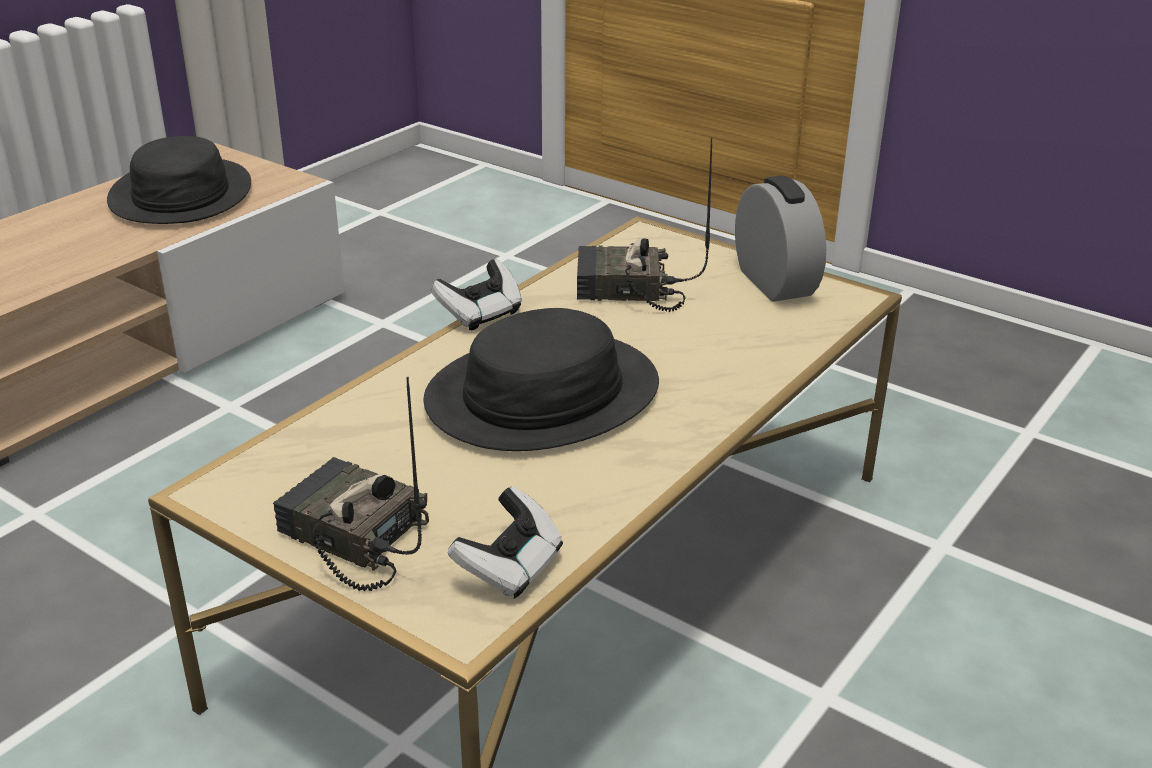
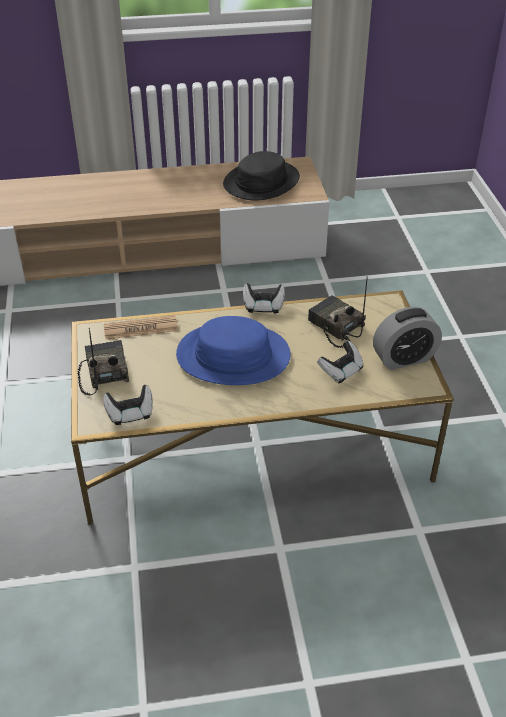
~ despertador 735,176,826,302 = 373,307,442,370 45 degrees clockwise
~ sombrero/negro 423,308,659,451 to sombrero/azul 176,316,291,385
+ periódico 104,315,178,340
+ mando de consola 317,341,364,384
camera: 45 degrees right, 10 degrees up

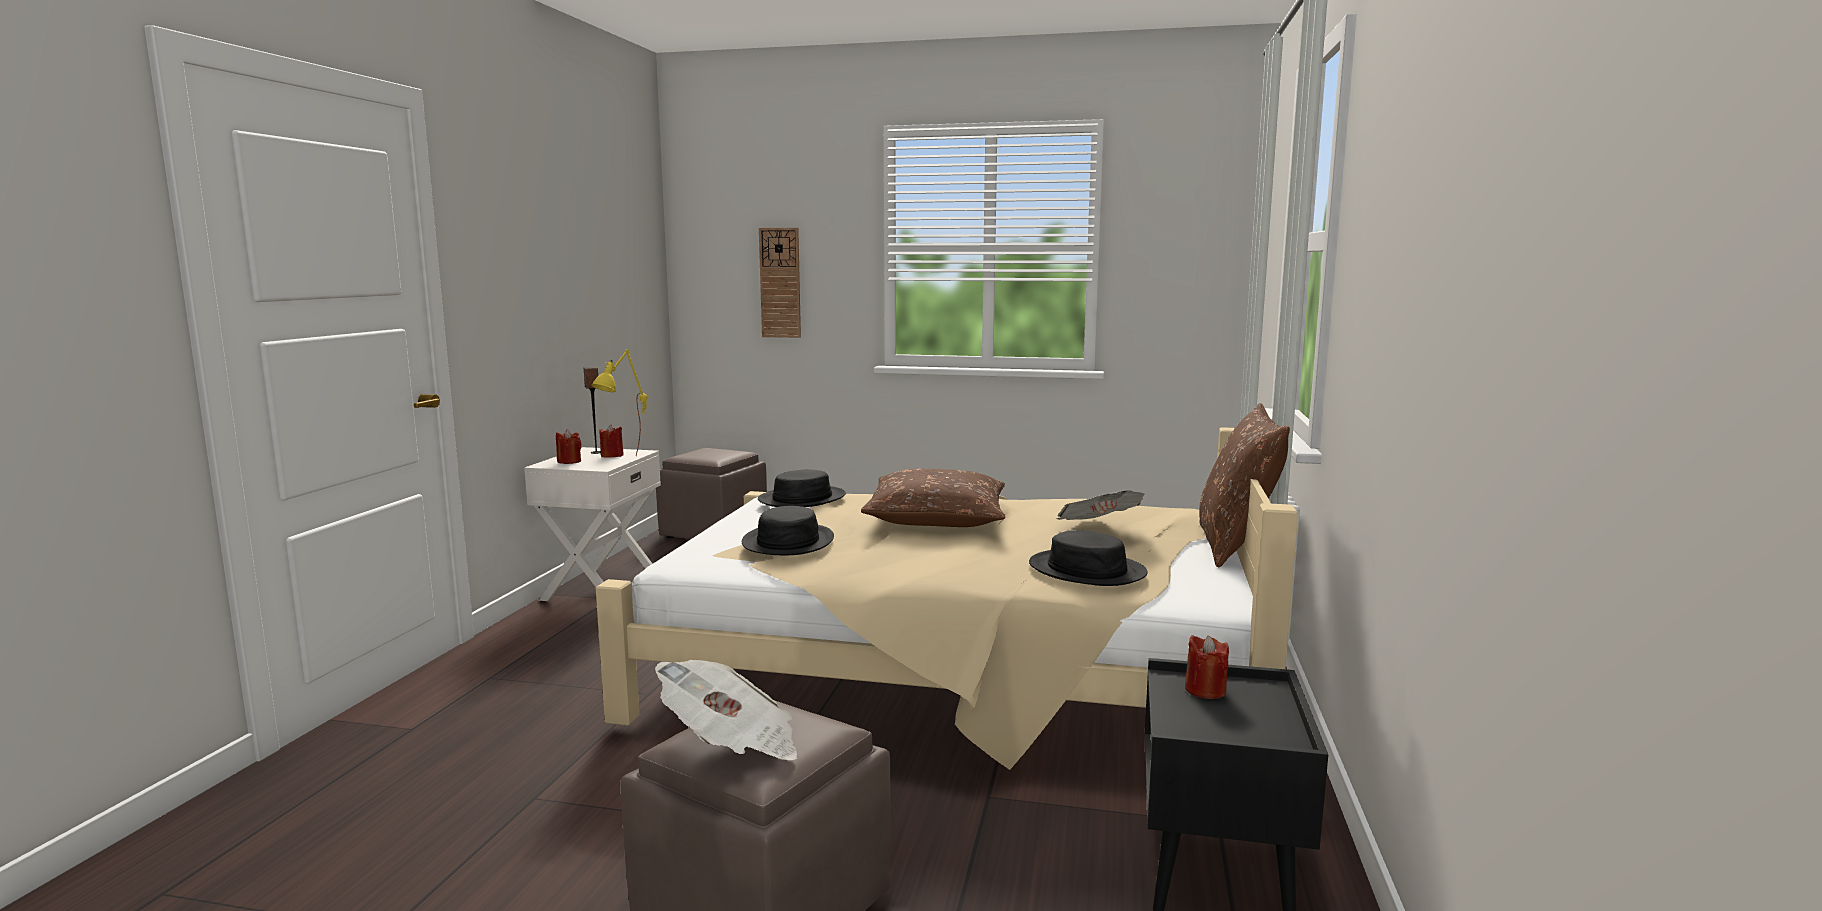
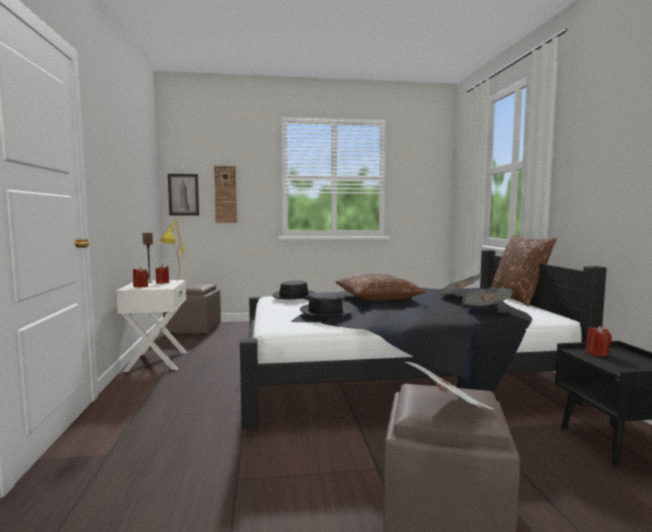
~ cama/beis 596,427,1298,770 to cama/negro 240,250,607,429
~ sombrero/negro 1029,530,1148,586 to periódico 462,286,512,306
+ cuadro 168,174,199,215
camera: 20 degrees left, 5 degrees down

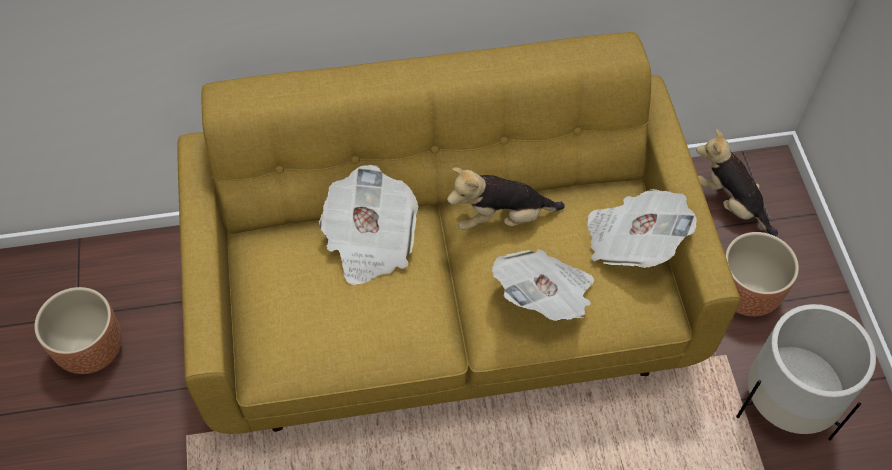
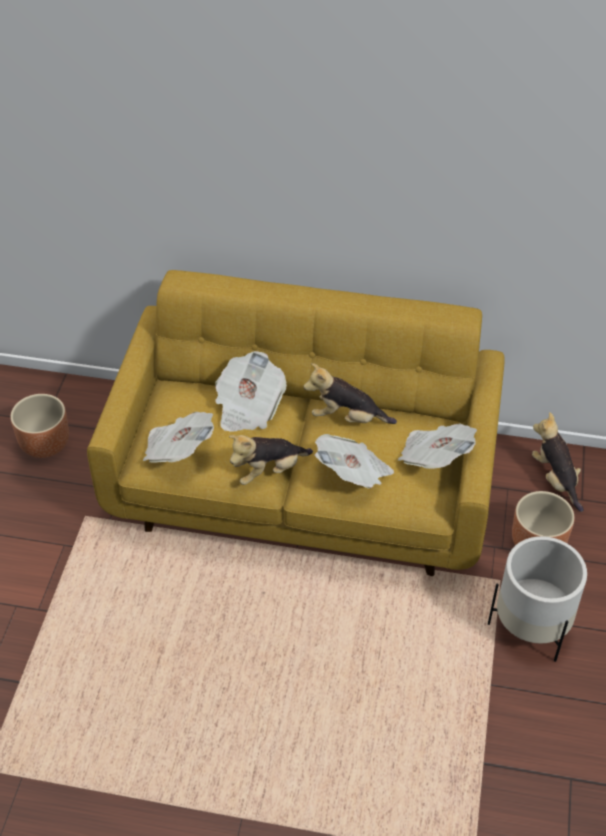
+ periódico 143,412,214,463
+ peluche 229,435,313,485
camera: 20 degrees right, 10 degrees down

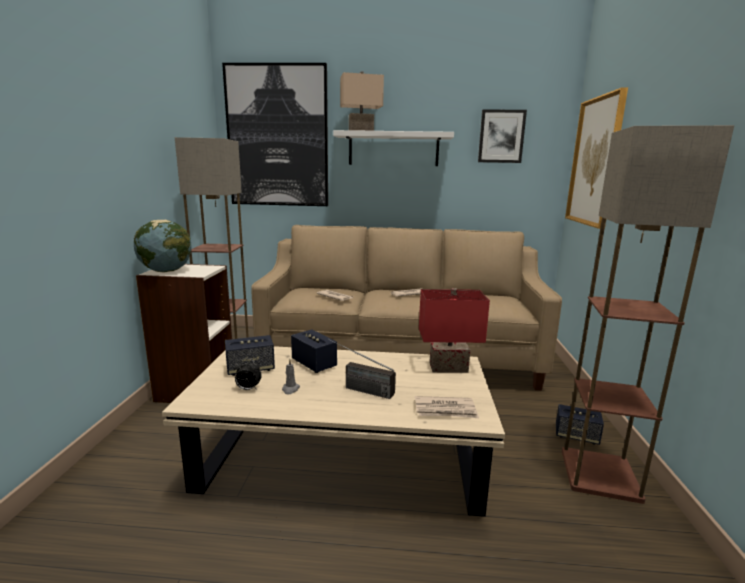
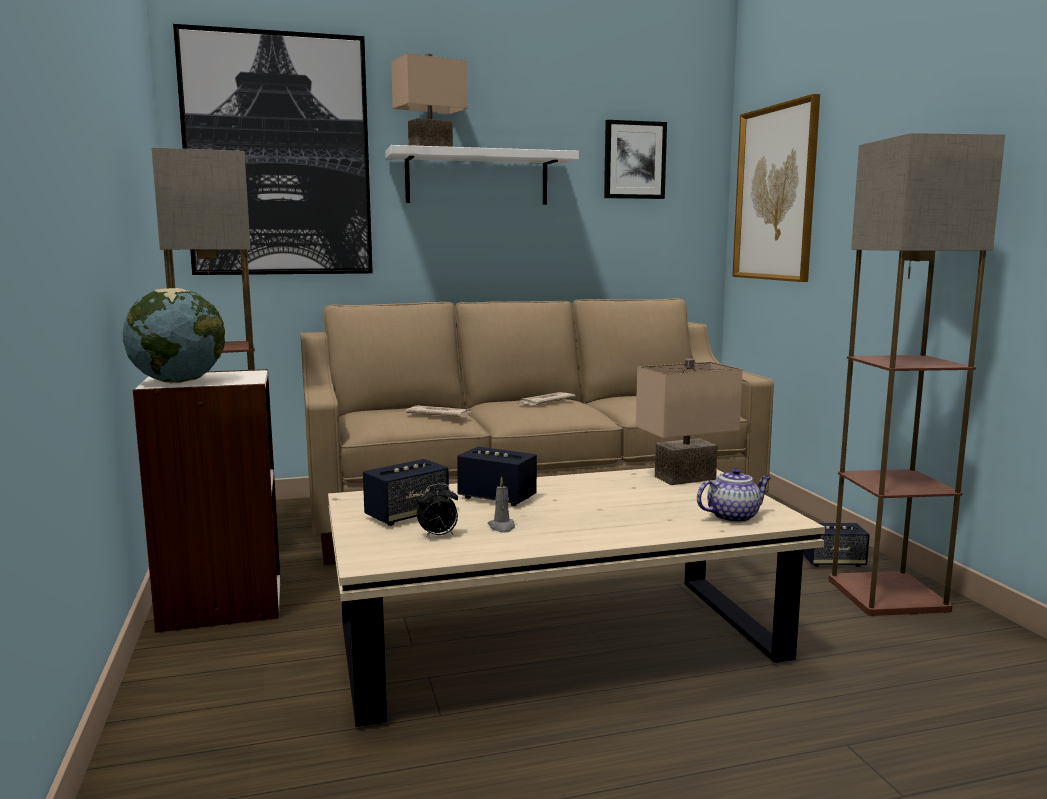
~ lámpara de mesa/rojo 419,288,490,373 to lámpara de mesa/beis 636,359,743,485
- radio 328,339,396,399
~ periódico 415,396,479,418 to tetera 697,468,771,523
camera: 20 degrees left, 5 degrees down

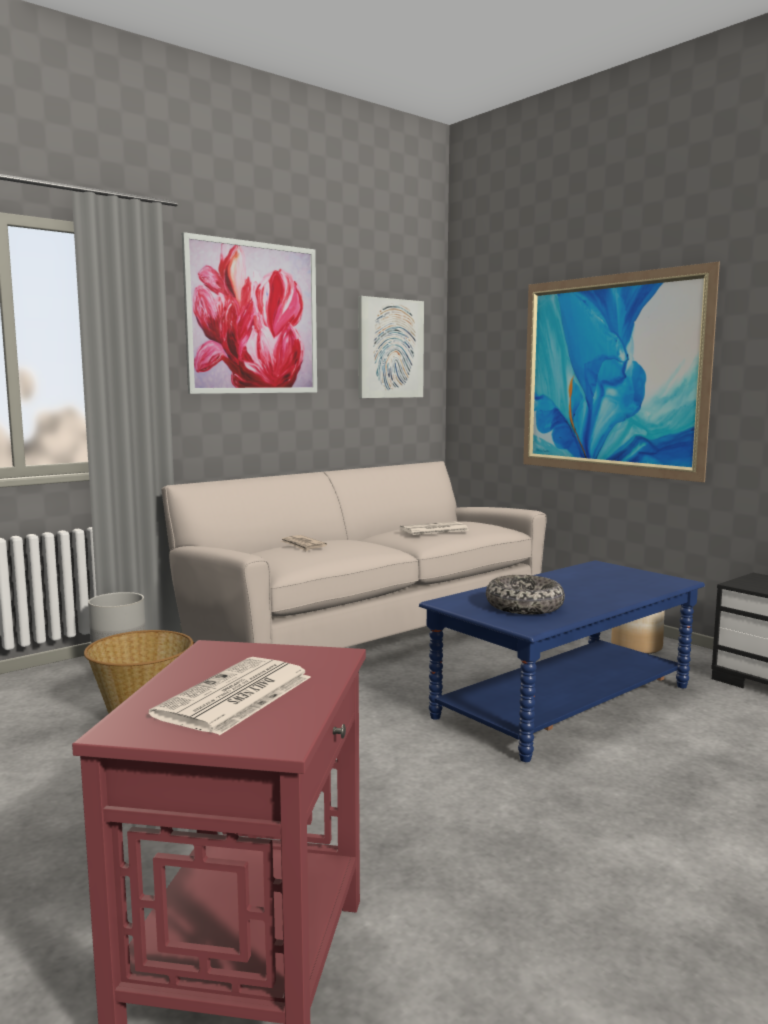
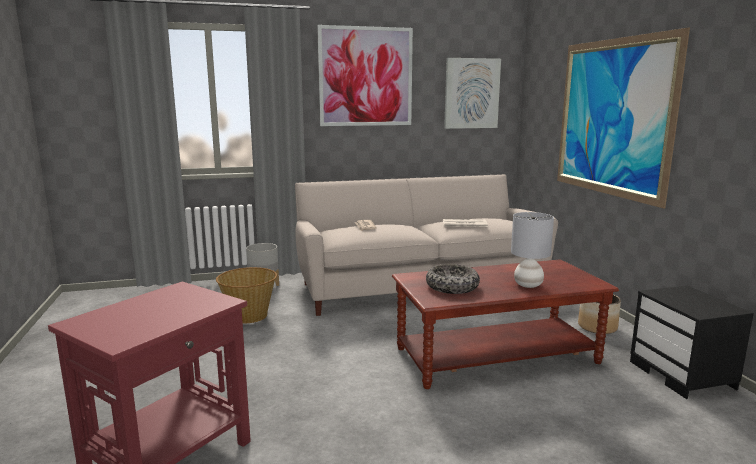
~ mesa de centro/azul 419,560,705,762 to mesa de centro/marrón 392,259,619,389
- periódico 149,657,311,735
+ lámpara de mesa/gris 511,212,554,288
camera: 25 degrees right, 5 degrees up

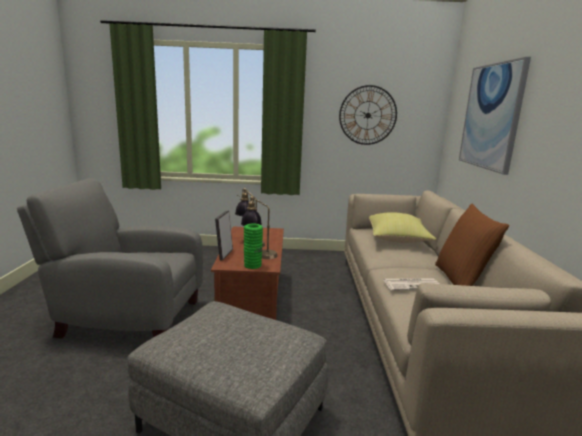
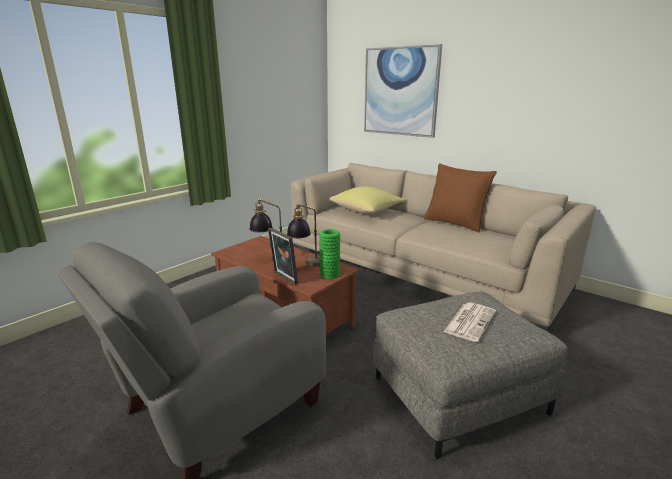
- reloj de pared 339,85,397,145
~ periódico 383,278,440,291 to 443,303,496,342
camera: 50 degrees left, 5 degrees up

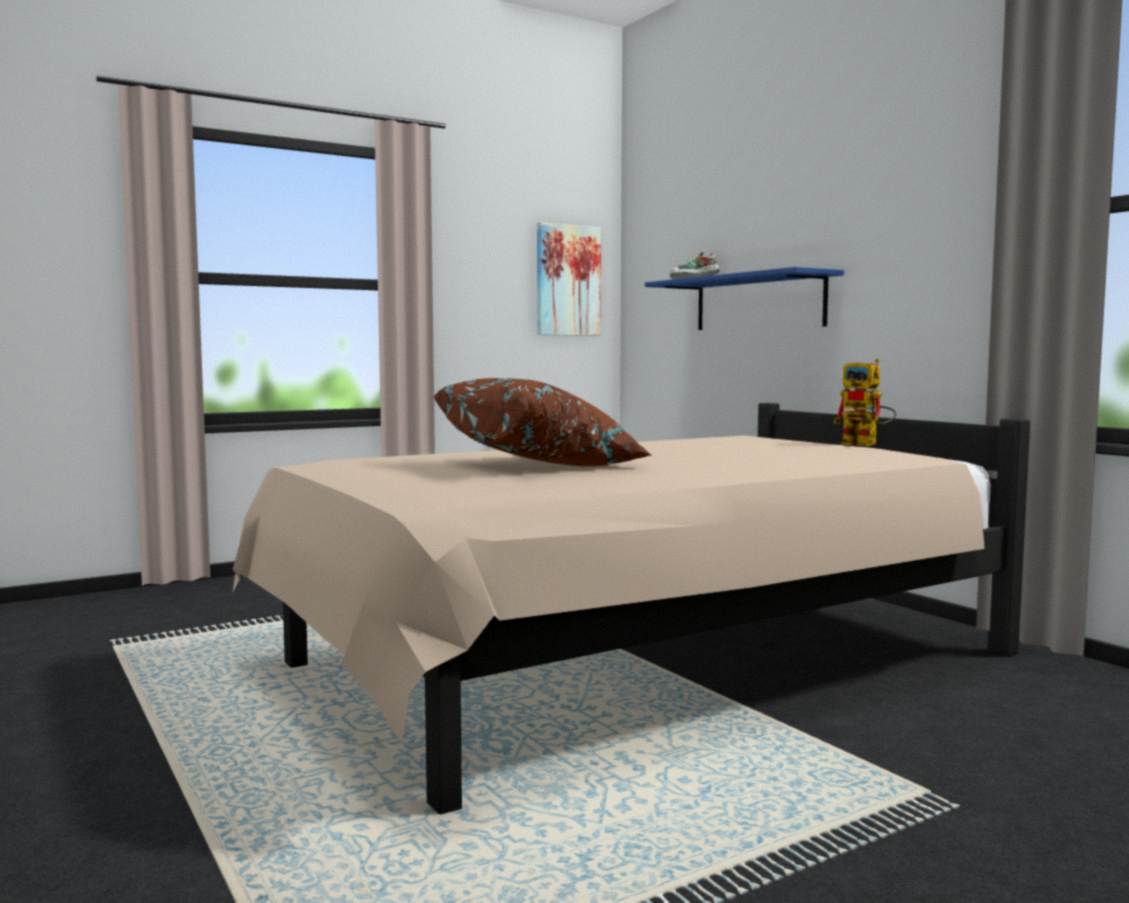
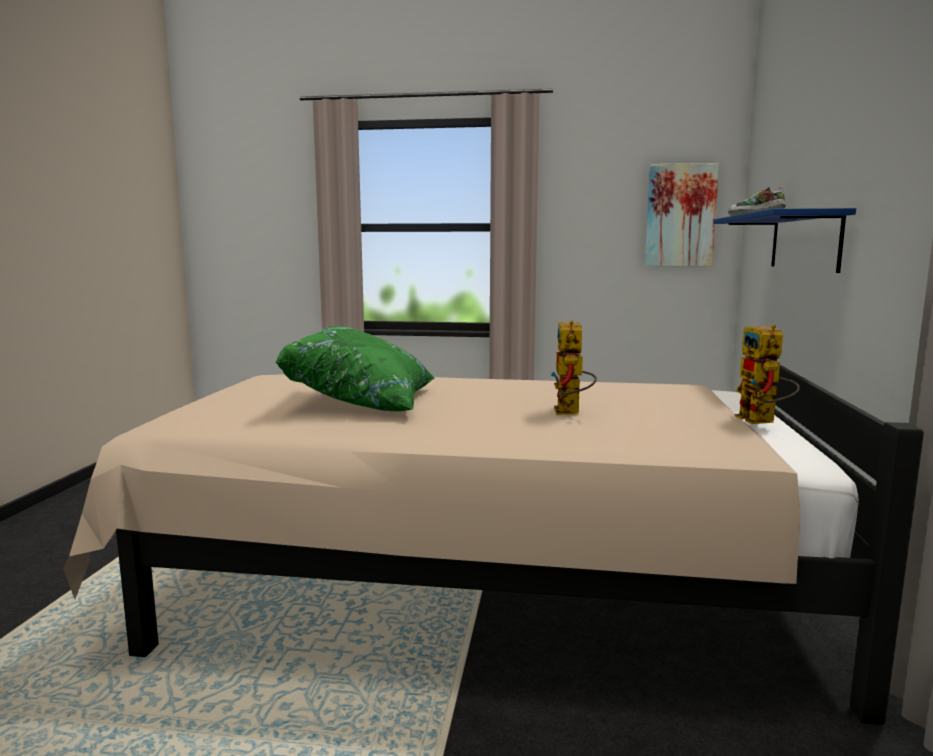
~ cojín/marrón 433,378,652,466 to cojín/verde 276,326,435,412
+ robot de juguete 551,320,597,415
camera: 40 degrees right, 5 degrees up

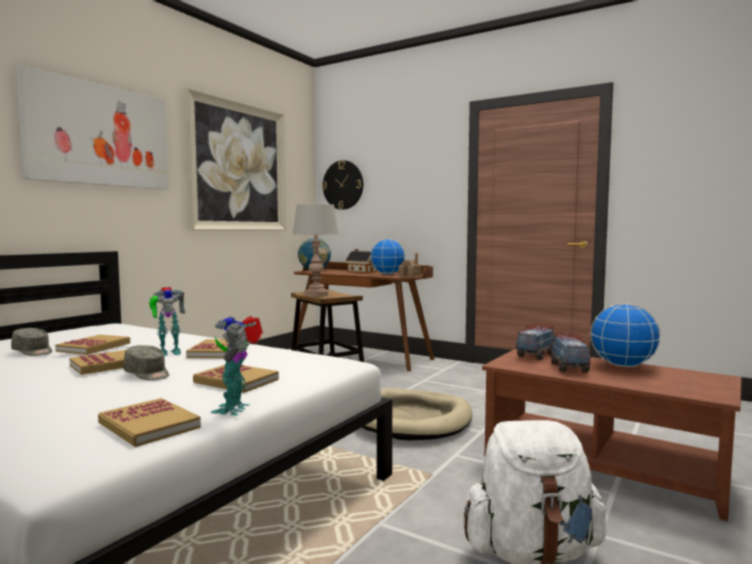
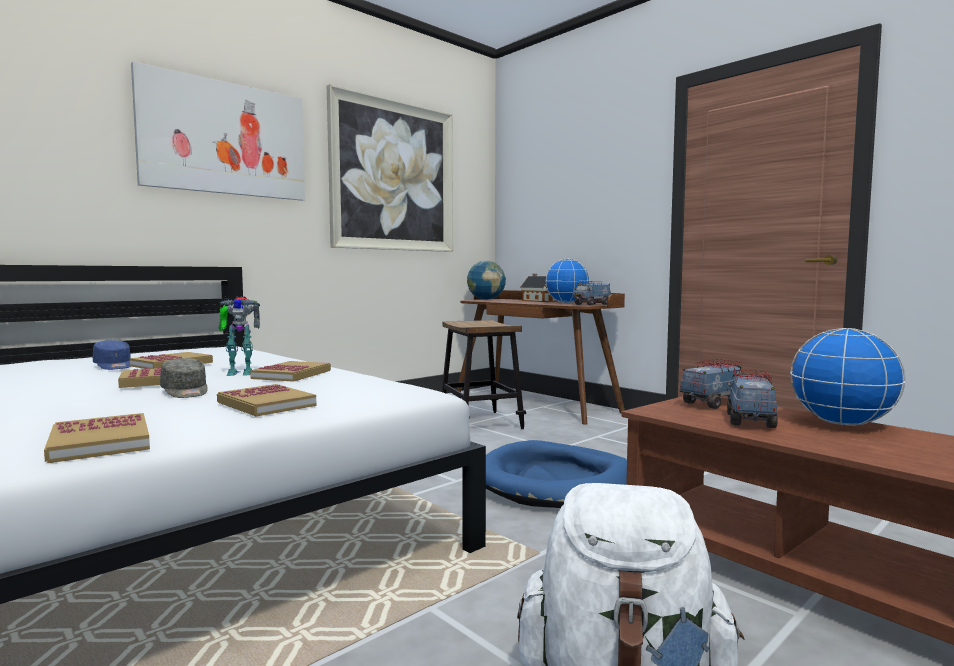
- reloj de pared 322,160,363,210
- lámpara de mesa/gris 293,203,339,297
~ casita 399,252,421,277 to camión de juguete 573,281,611,306
- robot de juguete 211,316,263,416
~ gorra/gris 11,328,52,356 to gorra/azul 93,340,131,370
~ cama para perro/beis 362,388,472,440 to cama para perro/azul 486,440,627,508
camera: 15 degrees right, 0 degrees up

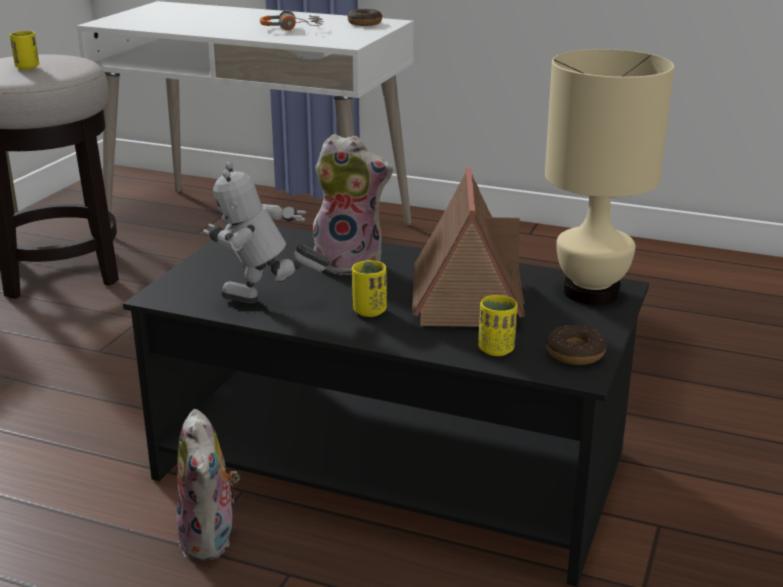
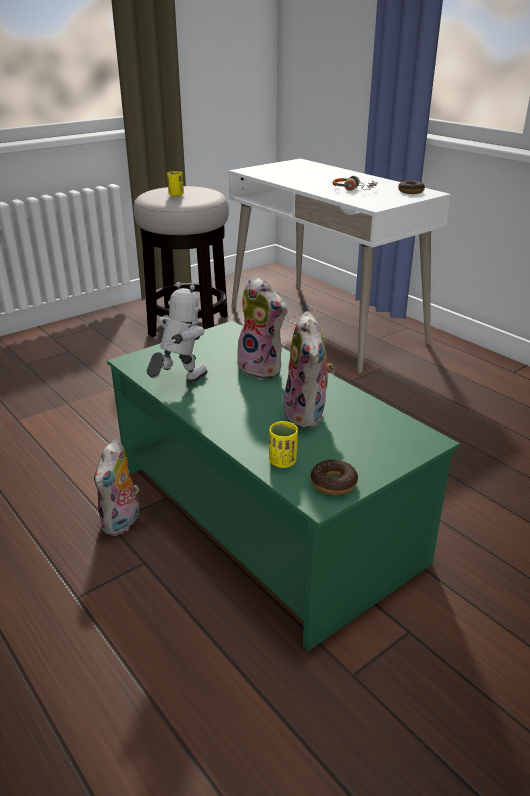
- lámpara de mesa/beis 545,49,674,305
~ robot de juguete 203,162,331,304 = 147,282,208,383 90 degrees clockwise
~ casita 412,168,525,327 to peluche 283,311,335,429
~ mesa de centro/negro 123,226,649,587 to mesa de centro/verde 107,321,460,651
- taza/amarillo 352,260,387,317
camera: 30 degrees right, 5 degrees up

